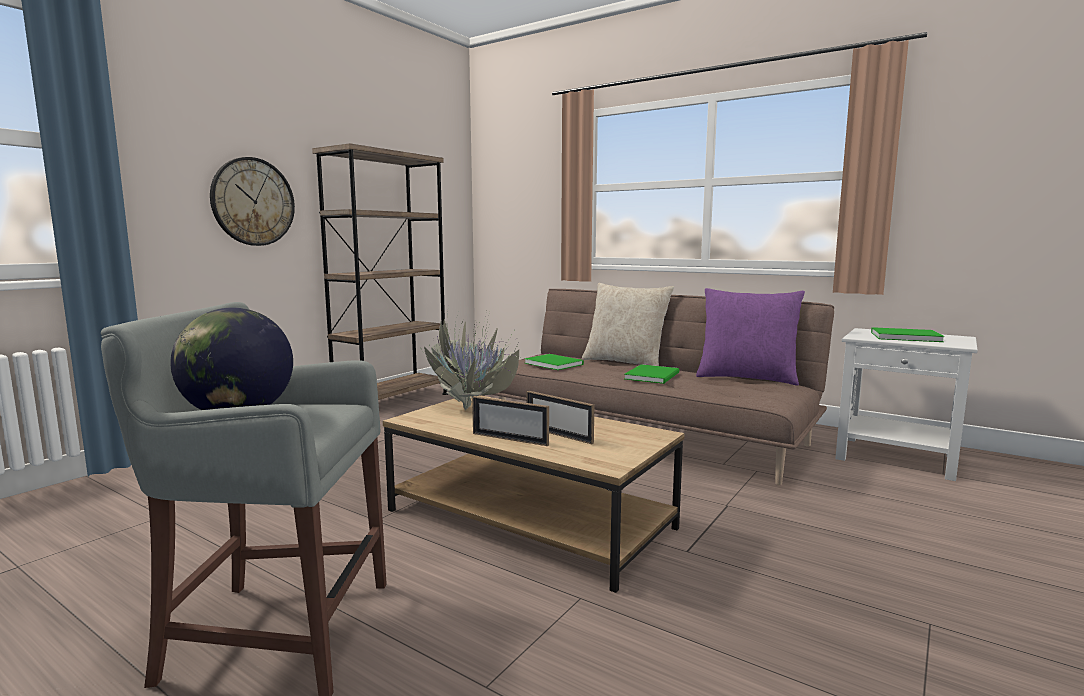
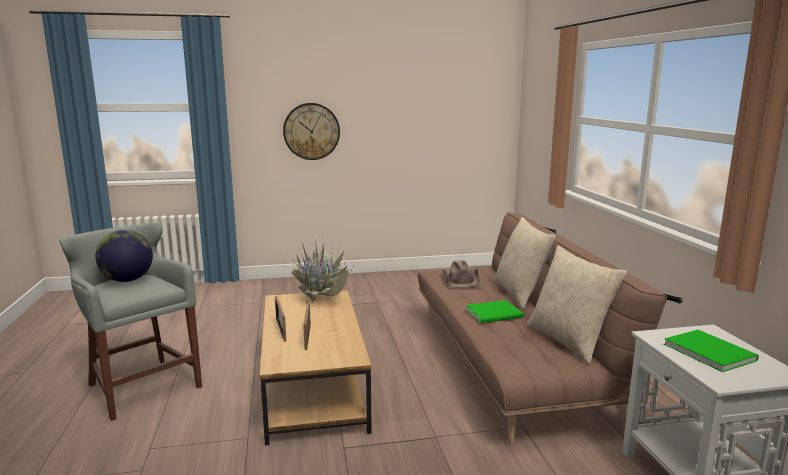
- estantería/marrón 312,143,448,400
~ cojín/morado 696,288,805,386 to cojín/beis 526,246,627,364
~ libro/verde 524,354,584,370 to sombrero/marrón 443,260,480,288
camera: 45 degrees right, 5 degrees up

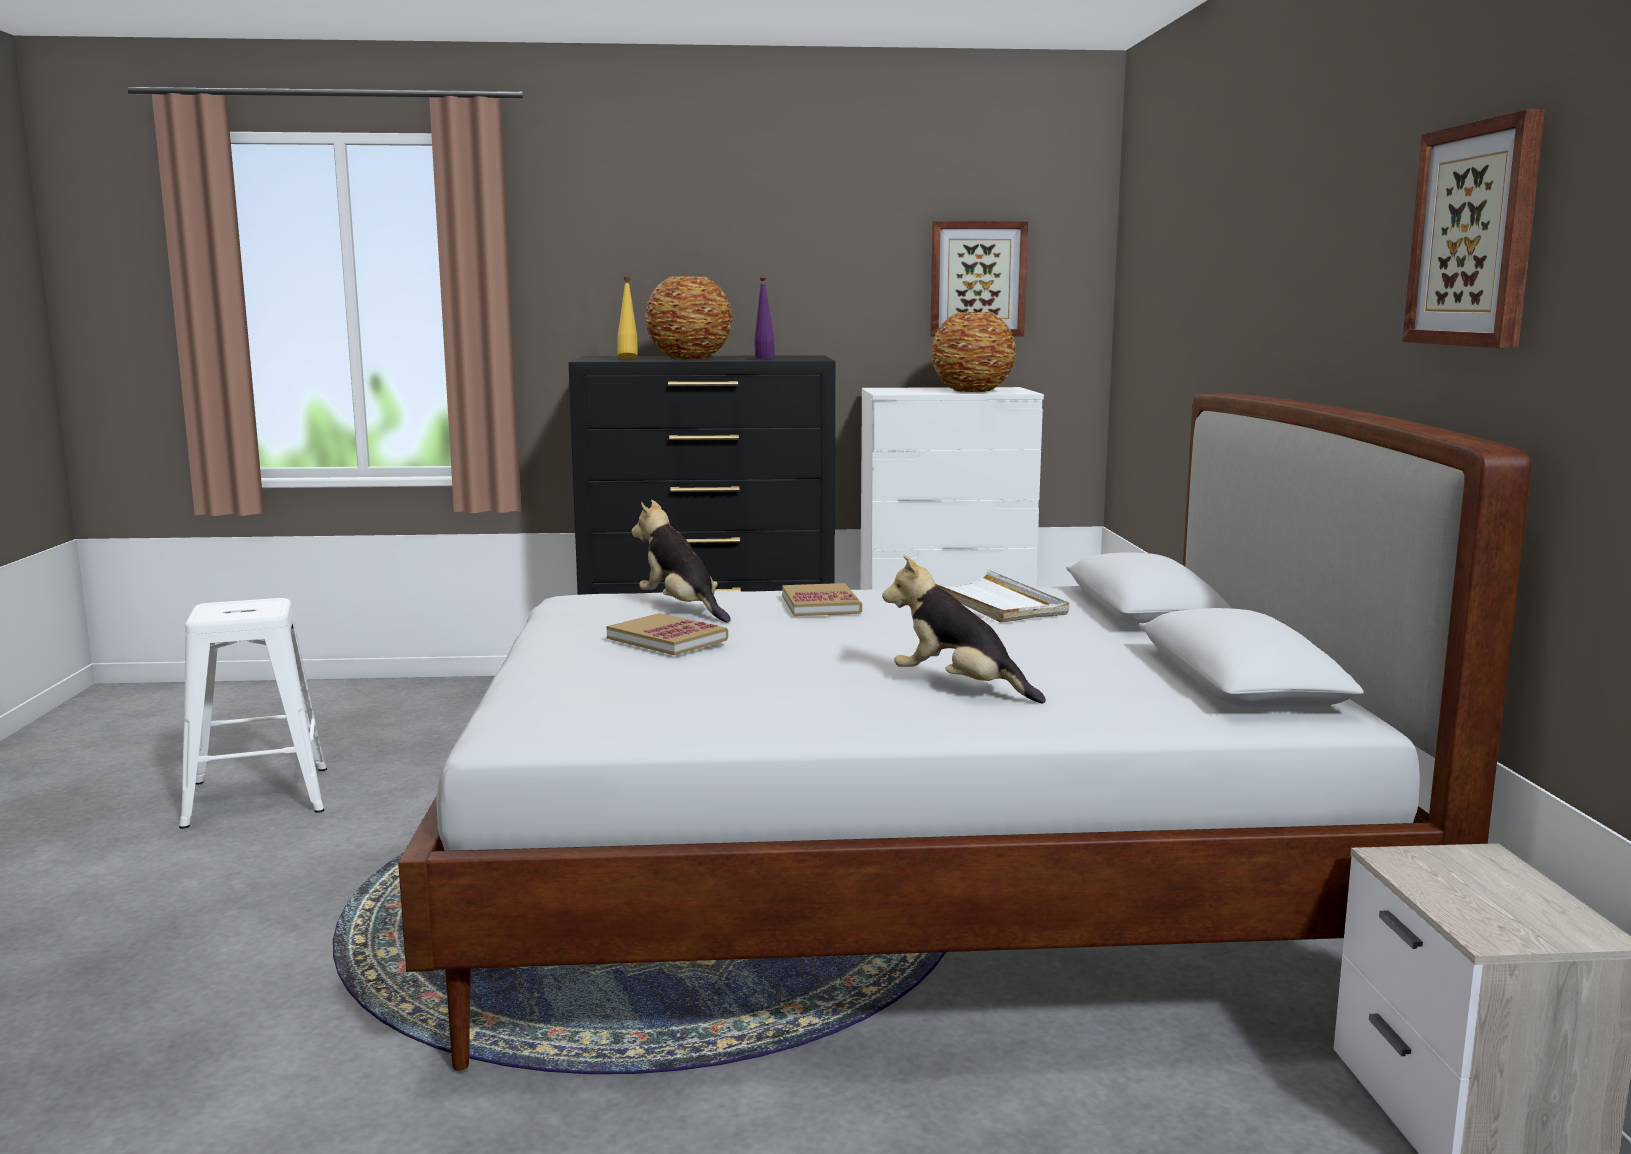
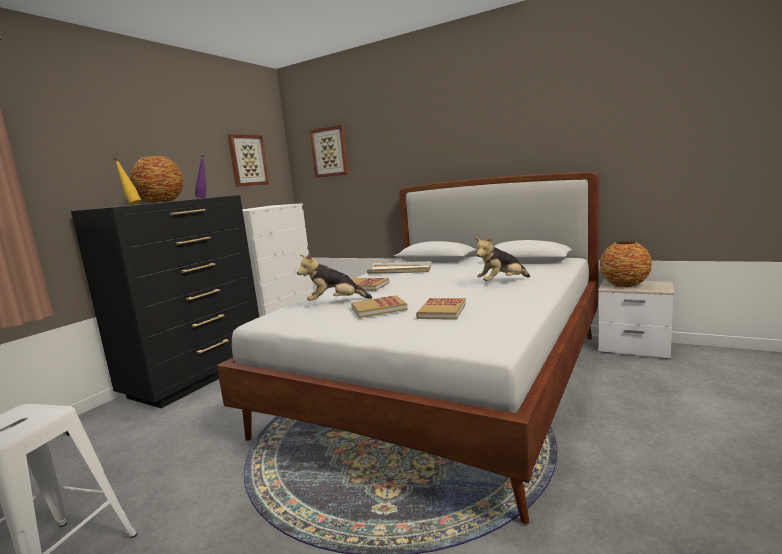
~ cuadro 1402,109,1545,348 to 310,125,349,178
~ florero 931,312,1016,392 to 600,241,652,287
+ libro 416,298,466,320
camera: 55 degrees left, 0 degrees up

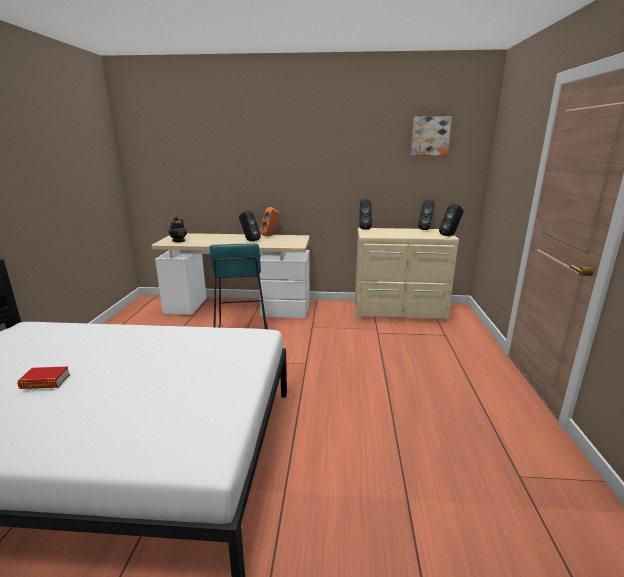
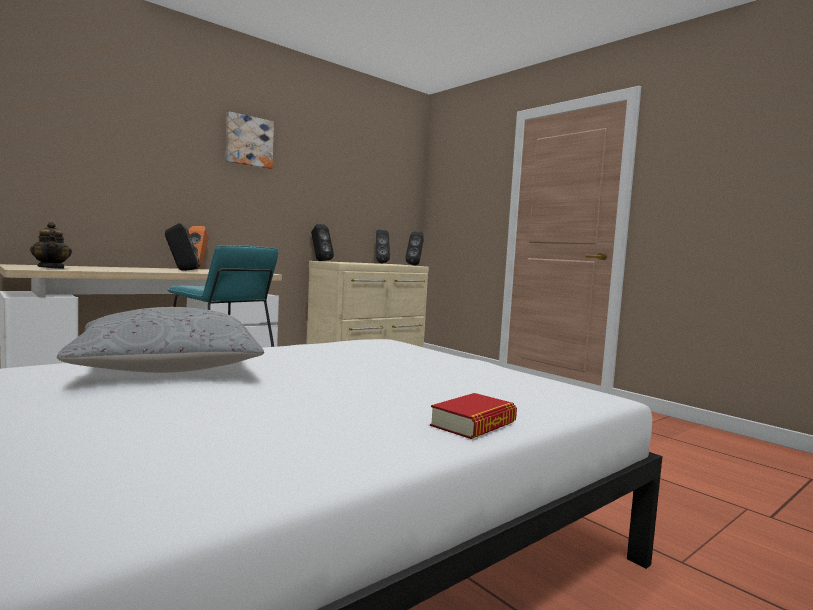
~ cuadro 411,116,452,156 to 226,111,274,169
~ libro 17,367,70,389 to 430,393,517,439
+ cojín/gris 57,307,264,373
camera: 45 degrees left, 15 degrees down

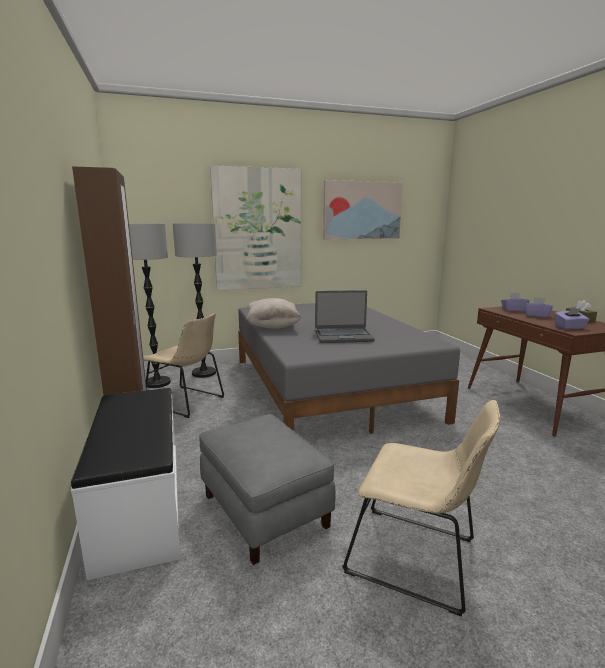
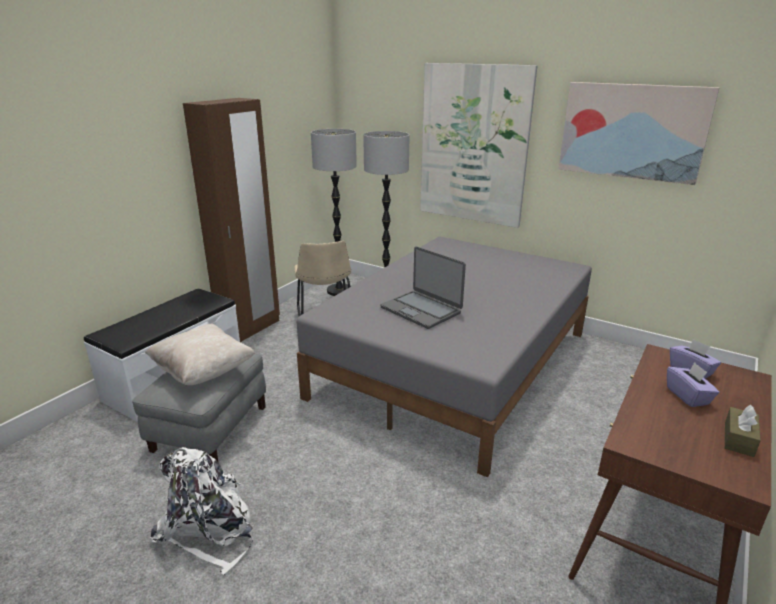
~ cojín/beis 246,298,302,329 to 145,324,255,385
- caja de pañuelos/morado 555,308,589,330
~ silla/beis 342,400,500,617 to mochila/blanco 150,447,253,575
camera: 50 degrees right, 10 degrees up

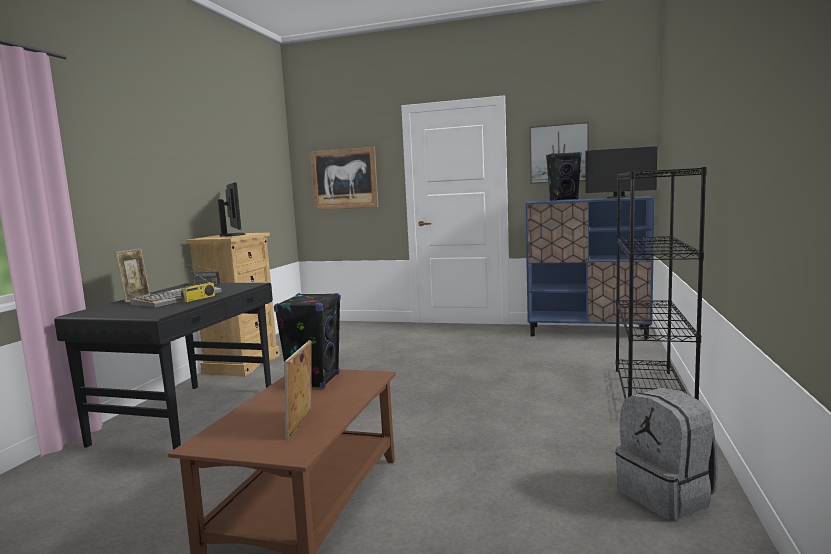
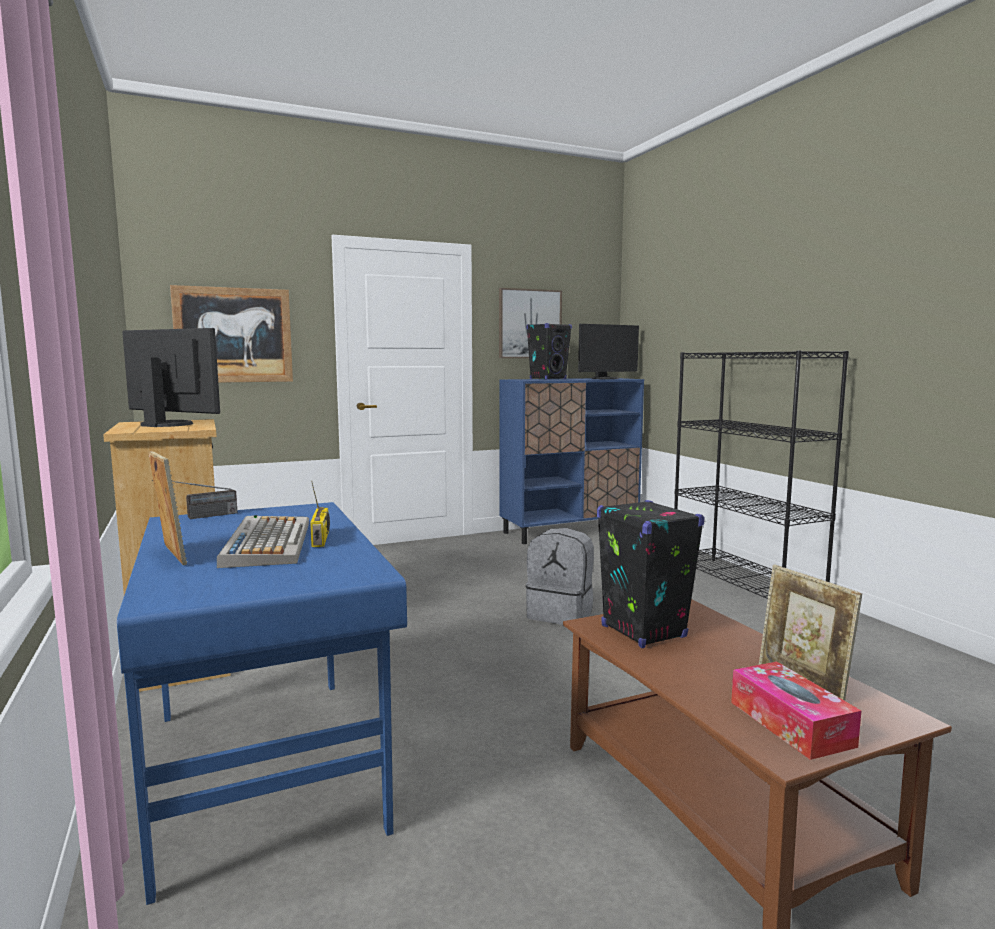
~ escritorio/negro 54,283,273,450 to escritorio/azul 117,502,407,905
~ mochila/gris 615,387,718,521 to 526,528,594,625
+ caja de pañuelos 731,662,861,760
camera: 40 degrees left, 0 degrees up

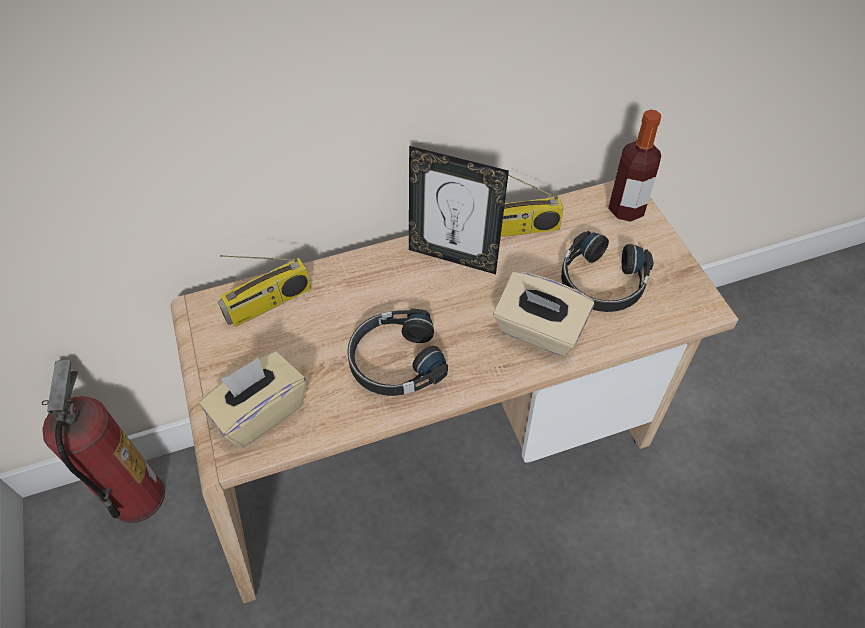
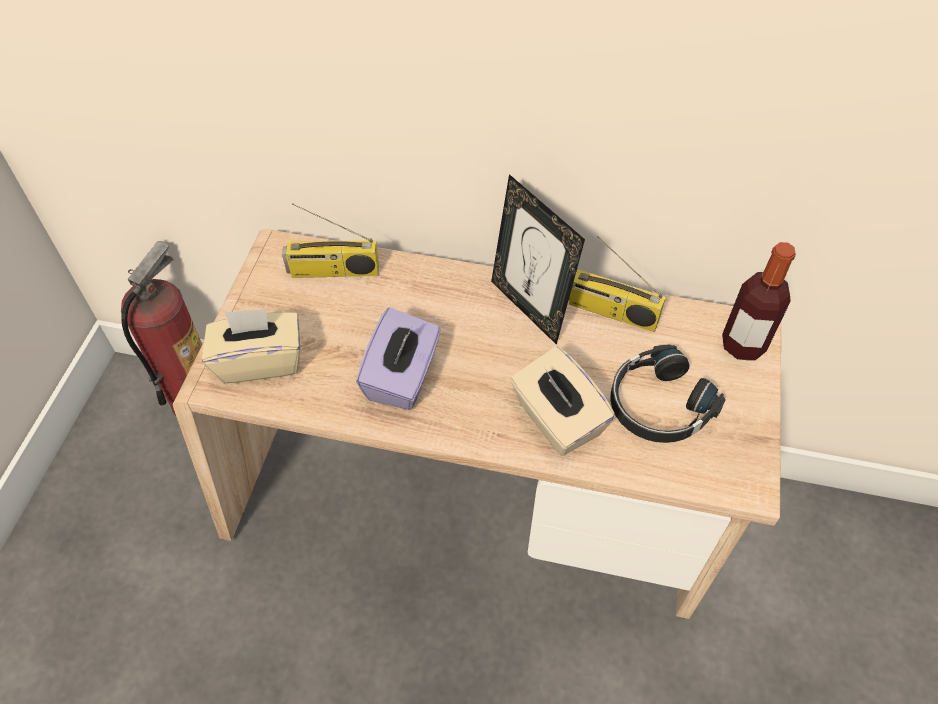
~ auriculares/negro 347,308,448,396 to caja de pañuelos/morado 356,307,441,410
camera: 30 degrees right, 0 degrees up

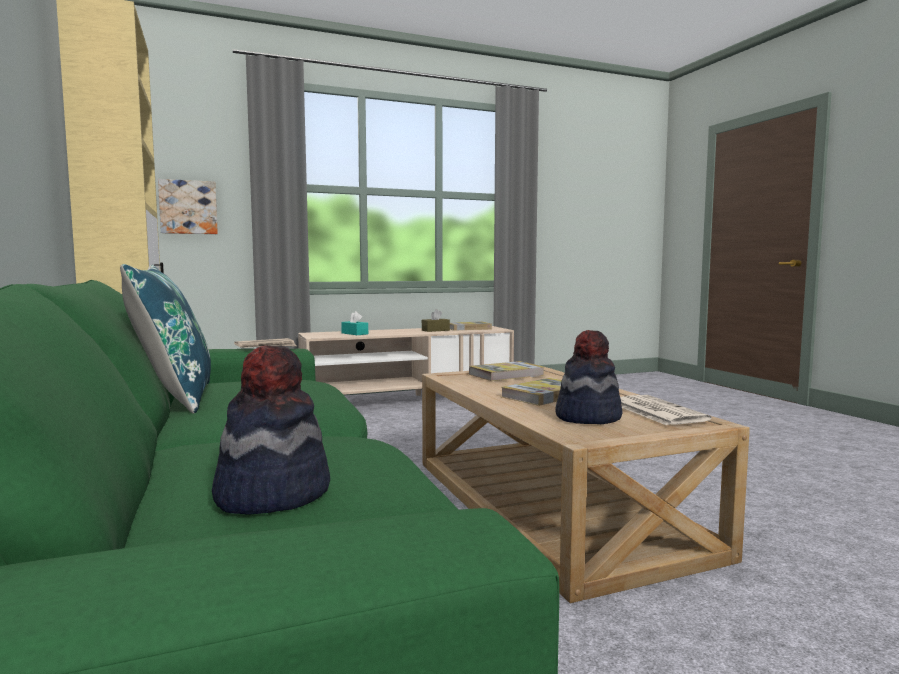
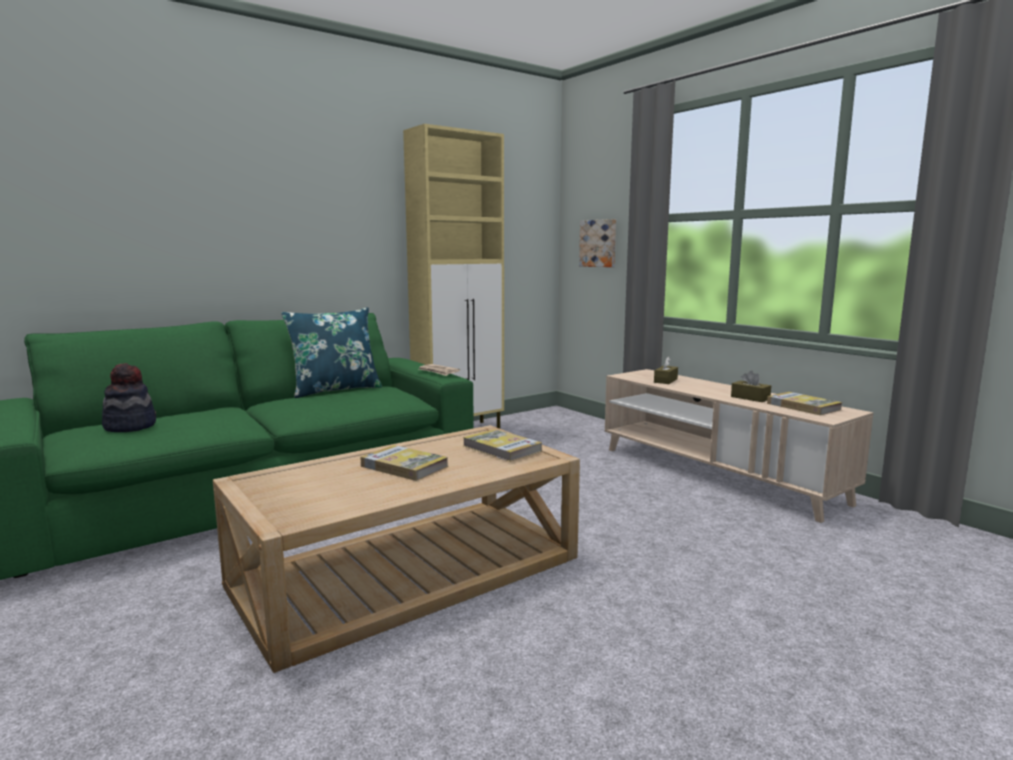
~ caja de pañuelos/turquesa 341,311,368,335 to caja de pañuelos/marrón 654,356,678,384
- sombrero 555,330,622,424
- periódico 620,395,711,425
camera: 75 degrees right, 5 degrees up

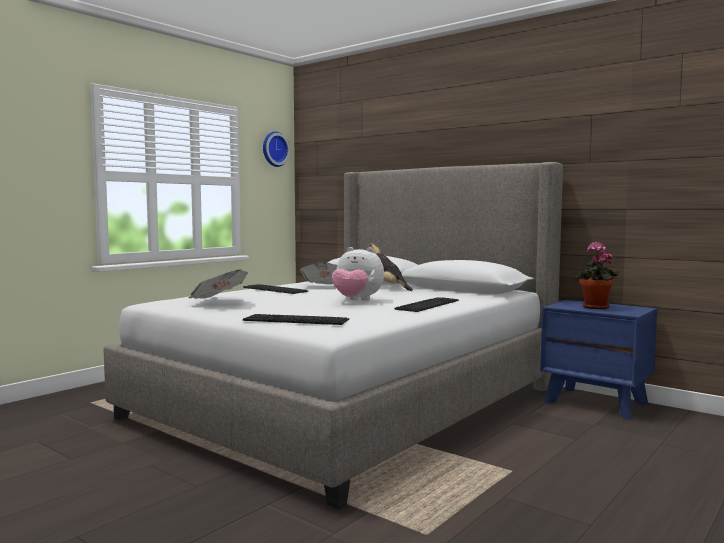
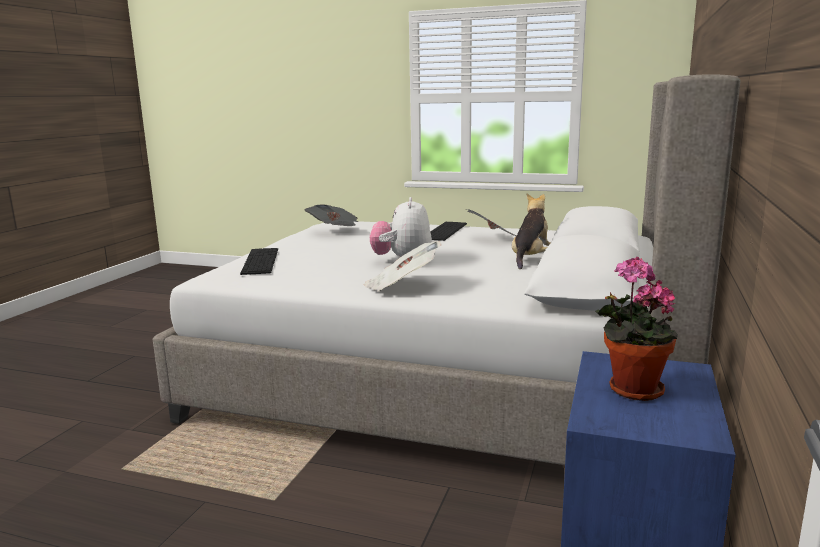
- reloj de pared 263,131,290,167
~ teclado 395,297,459,312 to periódico 364,241,442,292
camera: 70 degrees right, 10 degrees up

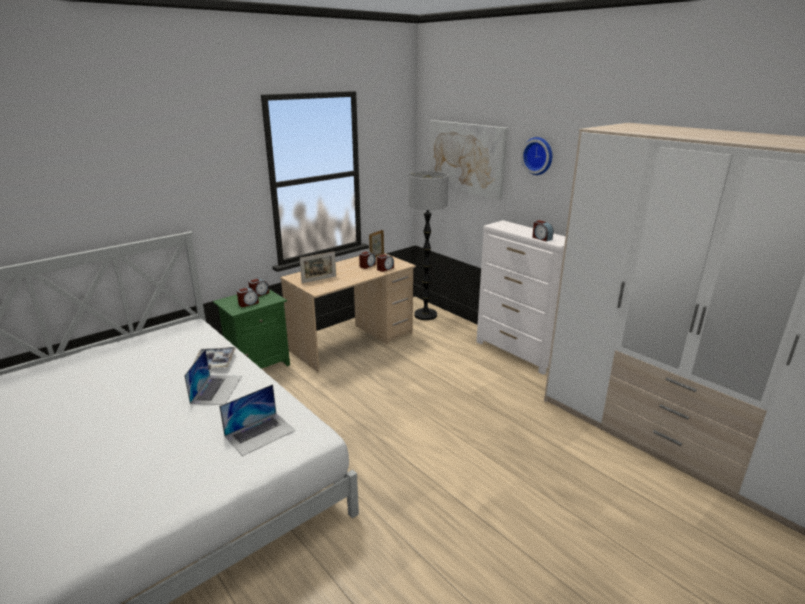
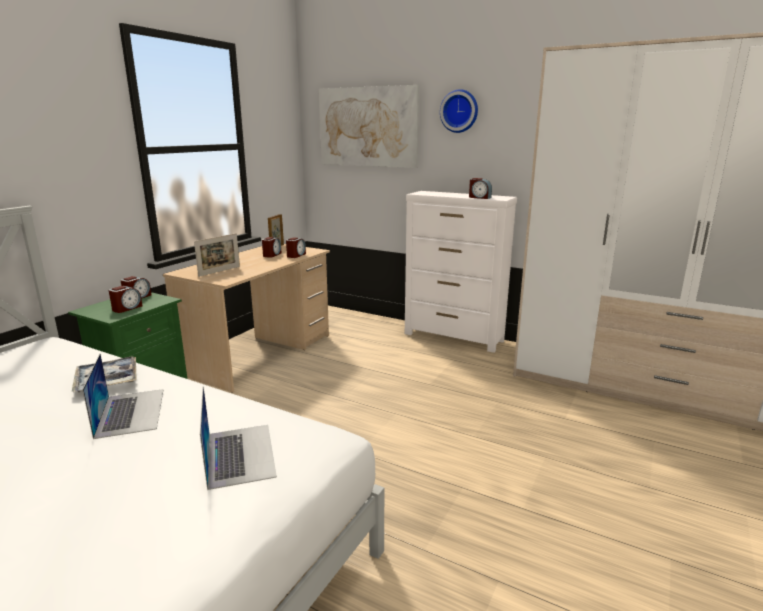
- lámpara de pie 408,171,449,320
~ portátil 219,384,295,456 = 200,386,277,490 45 degrees counterclockwise
camera: 20 degrees left, 5 degrees down

